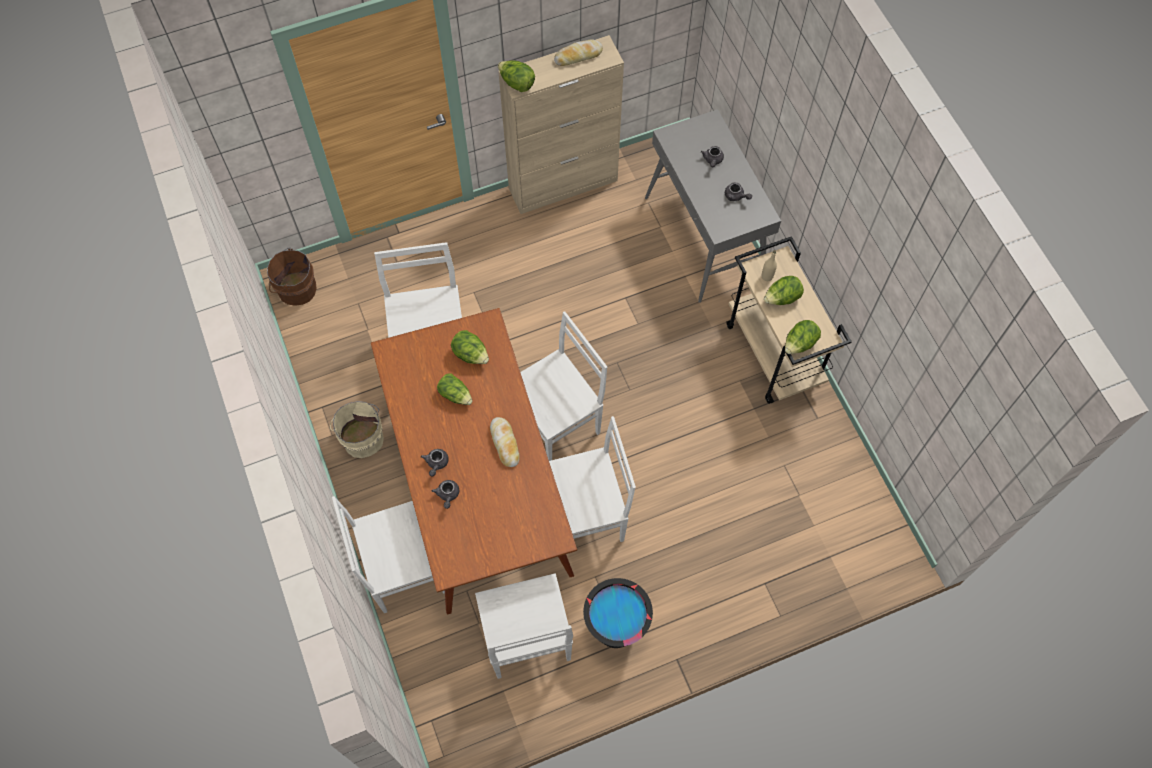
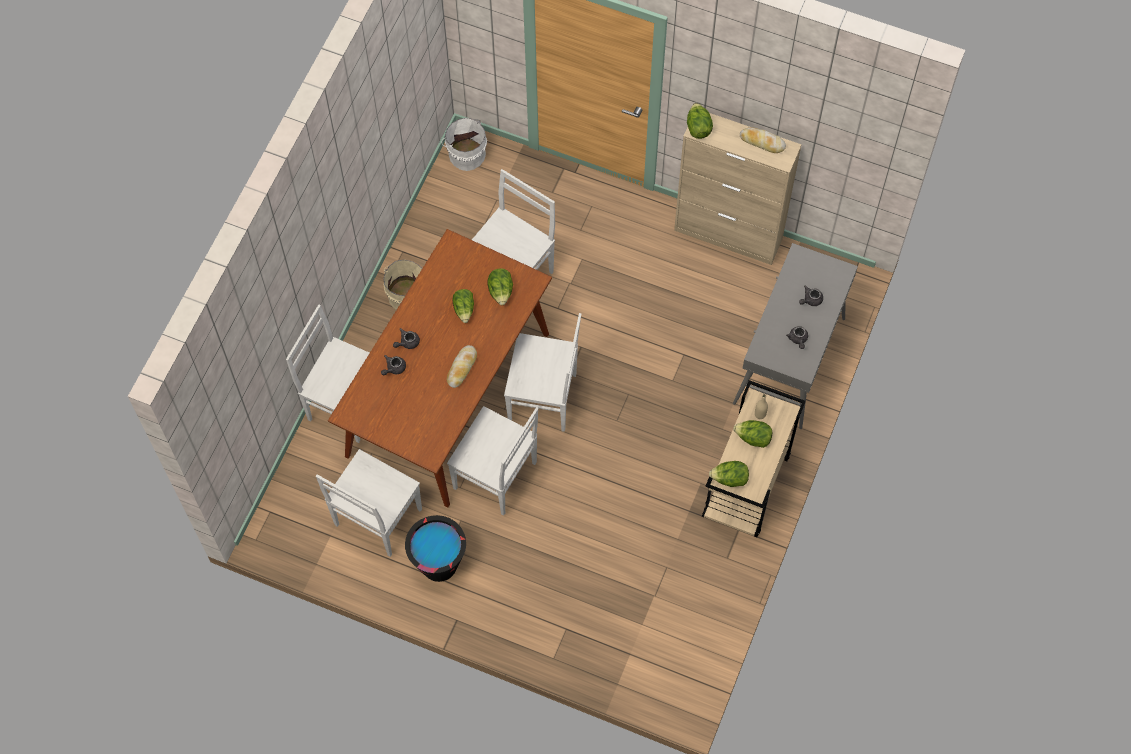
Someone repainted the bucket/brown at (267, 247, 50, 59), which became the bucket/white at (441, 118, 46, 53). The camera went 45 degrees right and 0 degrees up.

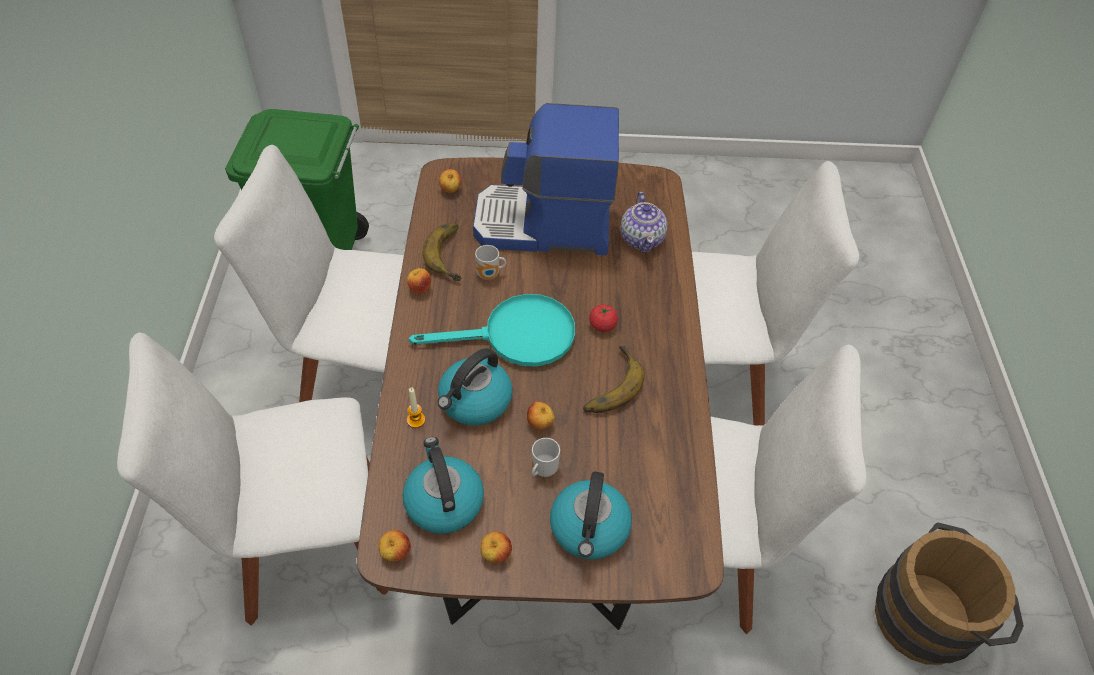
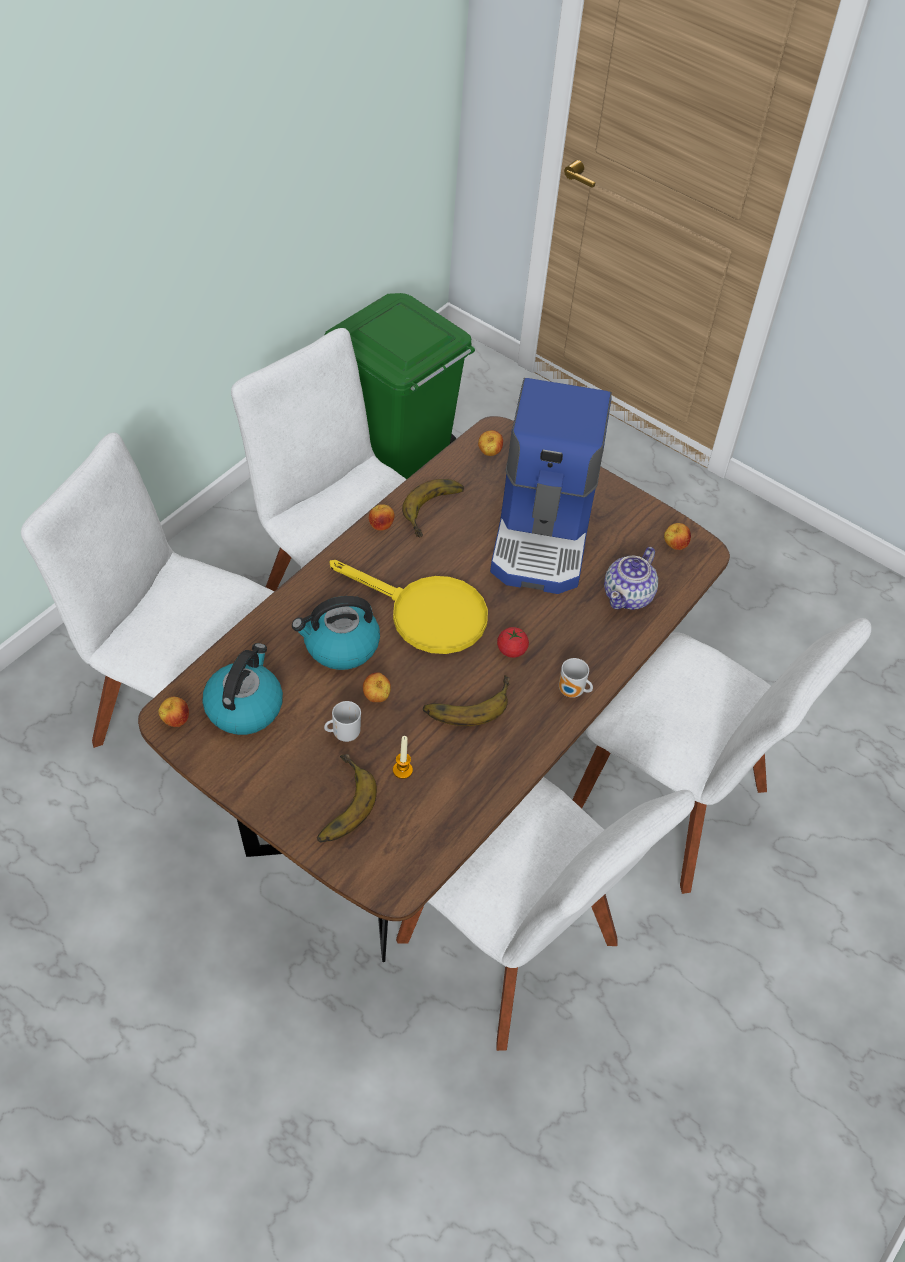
Someone took away the bucket/brown at (875, 522, 149, 143). Someone carried the candle from (407, 388, 18, 40) to (393, 736, 20, 43). Someone carried the mug from (475, 245, 31, 35) to (559, 658, 34, 40). Someone carried the apple from (480, 531, 32, 32) to (664, 523, 27, 27). Someone swapped the kettle at (550, 471, 82, 88) for the banana at (317, 754, 60, 89). Someone repainted the frying pan/turquoise at (409, 294, 166, 73), which became the frying pan/yellow at (330, 560, 158, 94). Someone rotated the coffee machine at (473, 103, 146, 152) by 120 degrees counterclockwise. The camera went 35 degrees right and 0 degrees up.

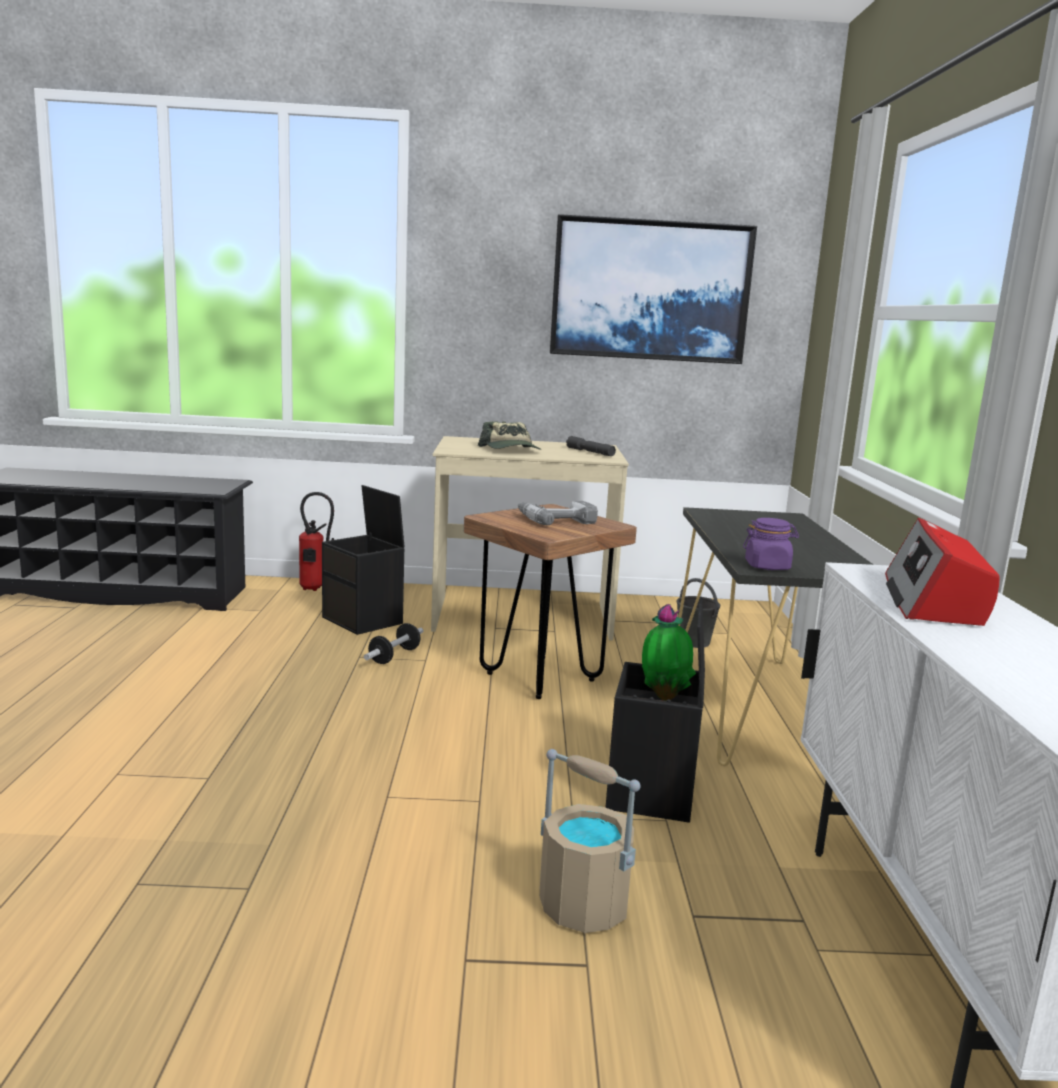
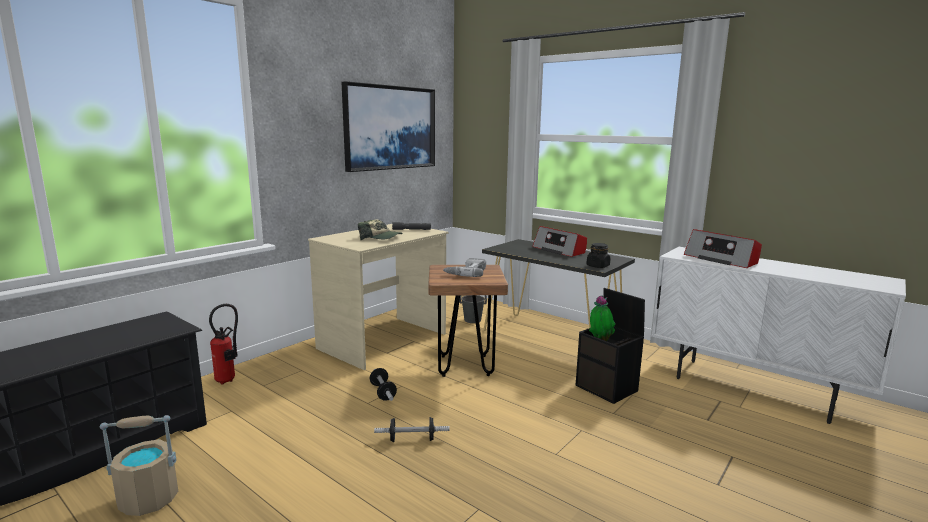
Someone took away the storage box/black at (322, 485, 83, 150). Someone put down the dumbbell at (374, 417, 76, 25). Someone put down the radio at (533, 226, 54, 31). Someone carried the bucket/beige from (539, 749, 102, 184) to (100, 415, 78, 101). Someone repainted the jar/purple at (743, 518, 56, 52), which became the jar/black at (586, 243, 24, 25). The camera went 50 degrees left and 0 degrees up.

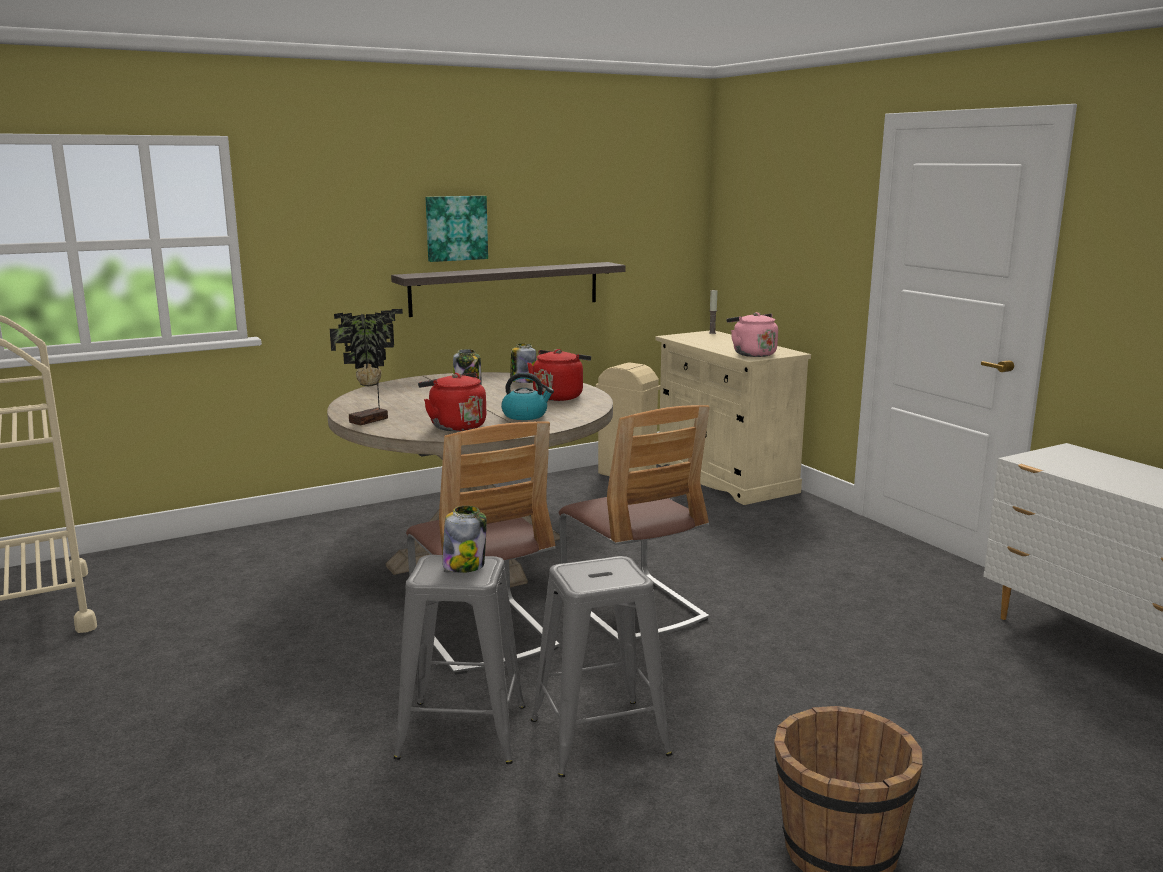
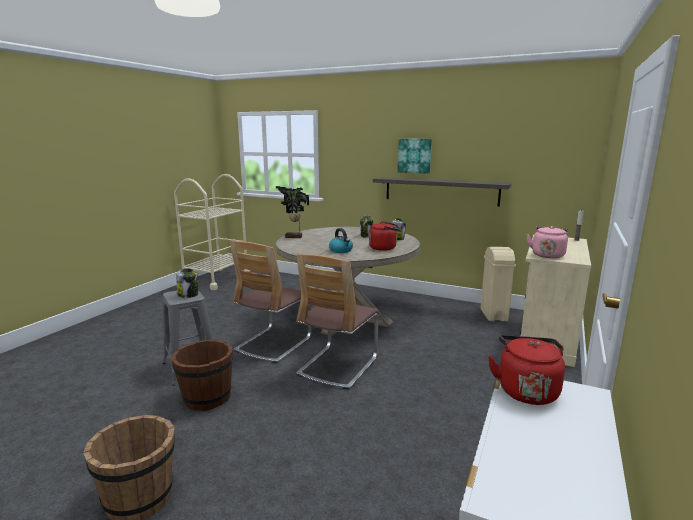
Someone carried the kettle/red from (418, 373, 68, 58) to (488, 335, 77, 70). Someone swapped the stool/grey at (531, 556, 141, 221) for the bucket/brown at (171, 340, 62, 71). The camera went 55 degrees right and 0 degrees up.

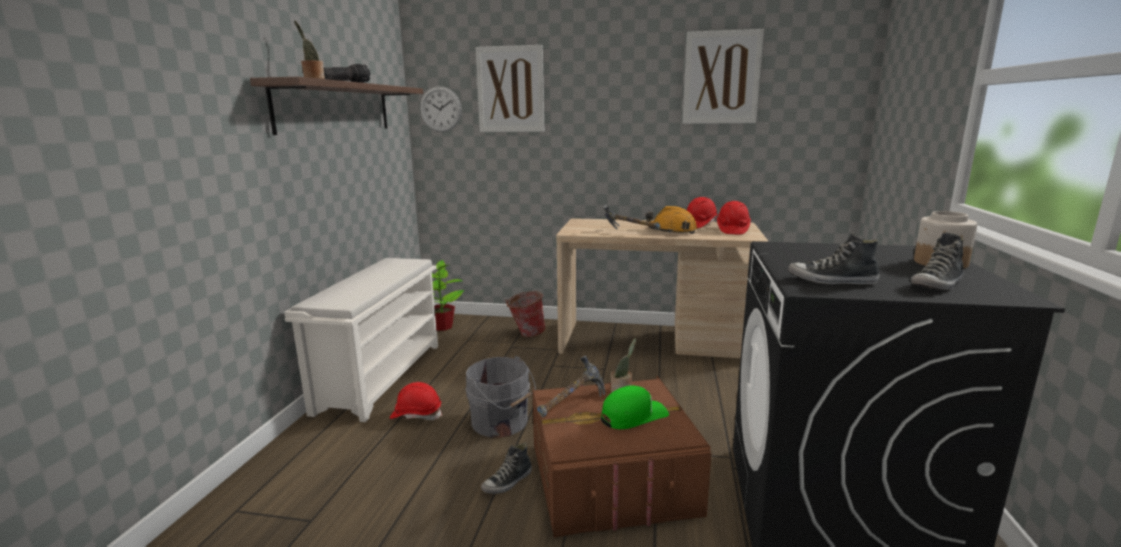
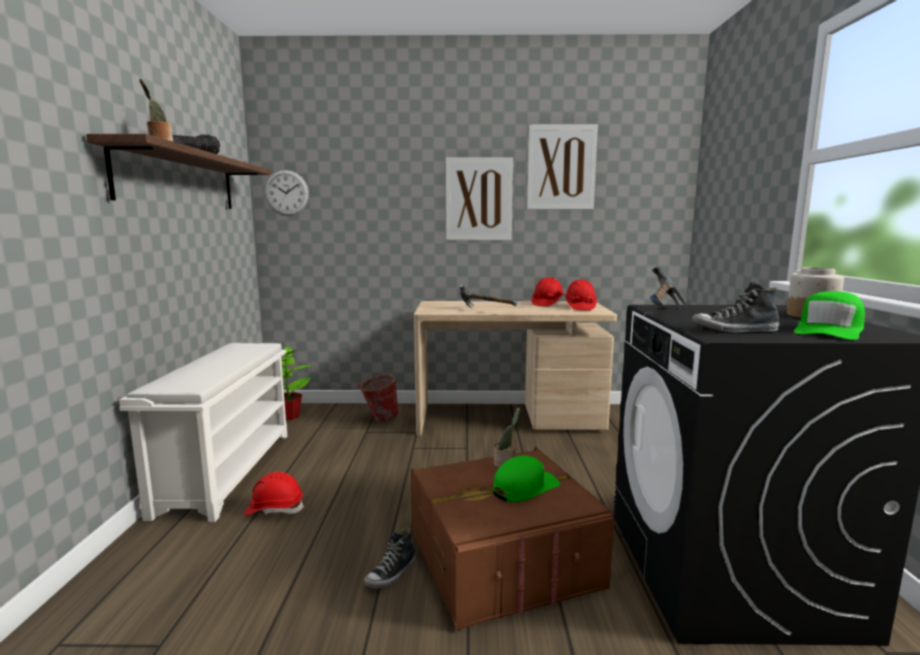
Someone took away the bucket/grey at (465, 356, 71, 82). Someone took away the hard hat/orange at (646, 206, 51, 28). Someone carried the picture from (475, 45, 69, 87) to (446, 157, 67, 83). Someone carried the hammer from (537, 355, 68, 62) to (650, 265, 37, 44). Someone swapped the shoe at (911, 232, 53, 58) for the cap/green at (794, 291, 71, 49). The camera went 10 degrees left and 5 degrees down.

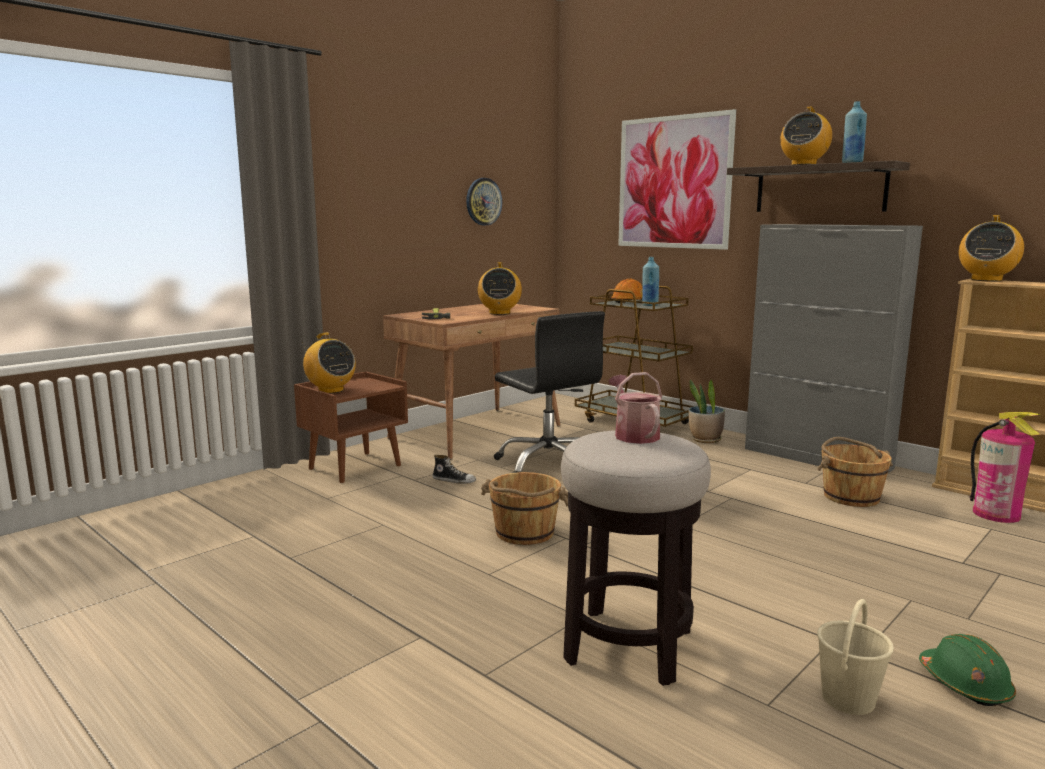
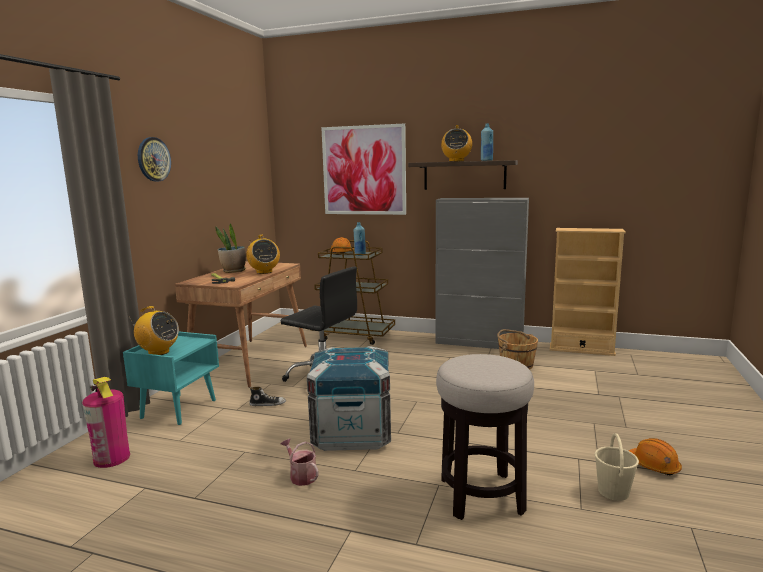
Someone took away the radio at (959, 215, 65, 67). Someone carried the wall clock from (466, 178, 36, 47) to (138, 137, 33, 45). Someone carried the watering can from (608, 372, 54, 72) to (280, 438, 39, 48). Someone carried the potted plant from (689, 379, 36, 64) to (215, 223, 31, 50). Someone carried the fire extinguisher from (969, 412, 72, 111) to (82, 377, 48, 91). Someone swapped the bucket/brown at (481, 472, 87, 73) for the crate at (307, 346, 84, 105). Someone repainted the nightstand/brown at (294, 372, 114, 111), which became the nightstand/turquoise at (123, 332, 96, 93). Someone repainted the hard hat/green at (919, 634, 97, 72), which became the hard hat/orange at (629, 438, 53, 37). The camera went 25 degrees left and 0 degrees up.

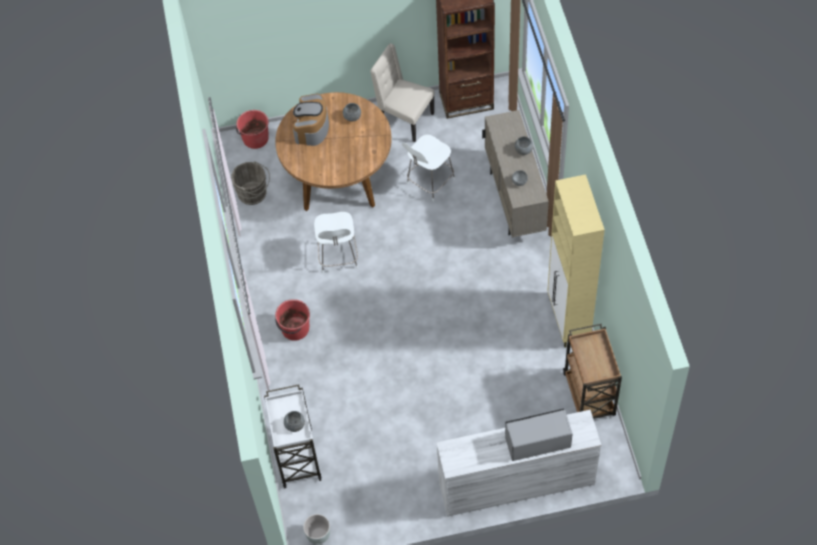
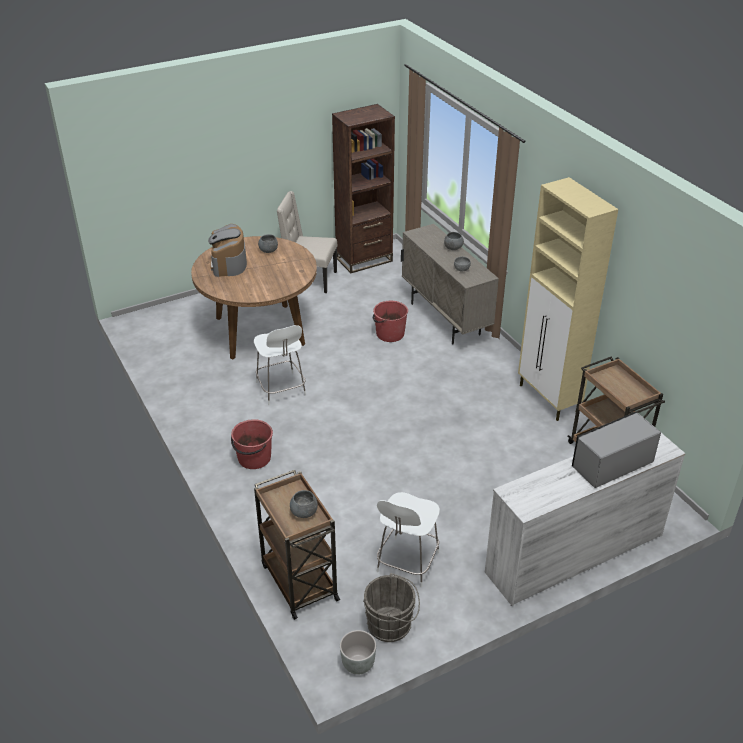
Someone carried the bucket/grey from (231, 161, 39, 44) to (363, 573, 57, 69). Someone carried the bucket/red from (236, 110, 33, 39) to (373, 301, 35, 41). Someone carried the chair/white from (402, 135, 53, 66) to (376, 492, 64, 95). Someone repainted the cart/white at (264, 384, 58, 105), which became the cart/brown at (254, 470, 86, 150). The camera went 20 degrees left and 20 degrees down.

